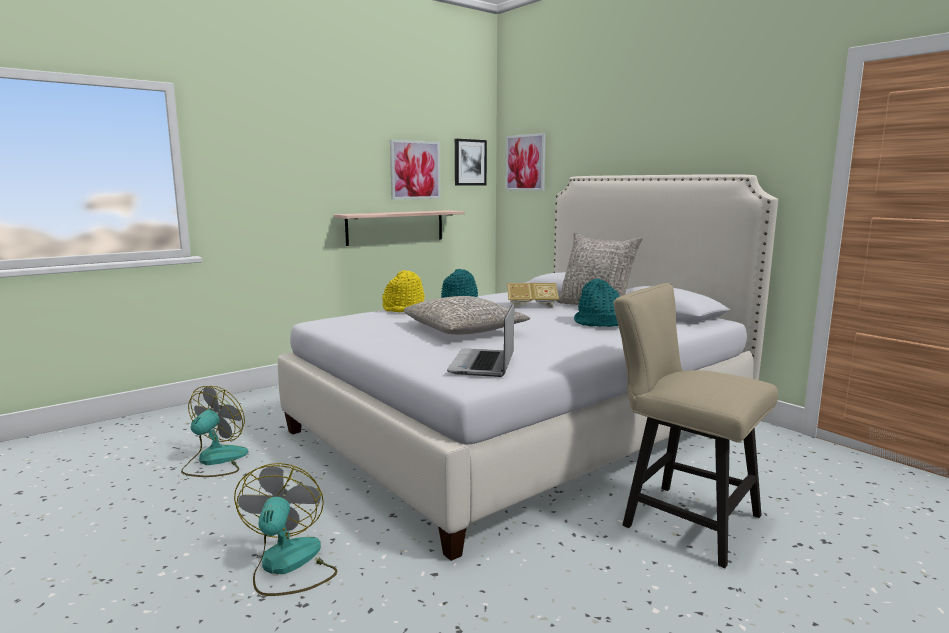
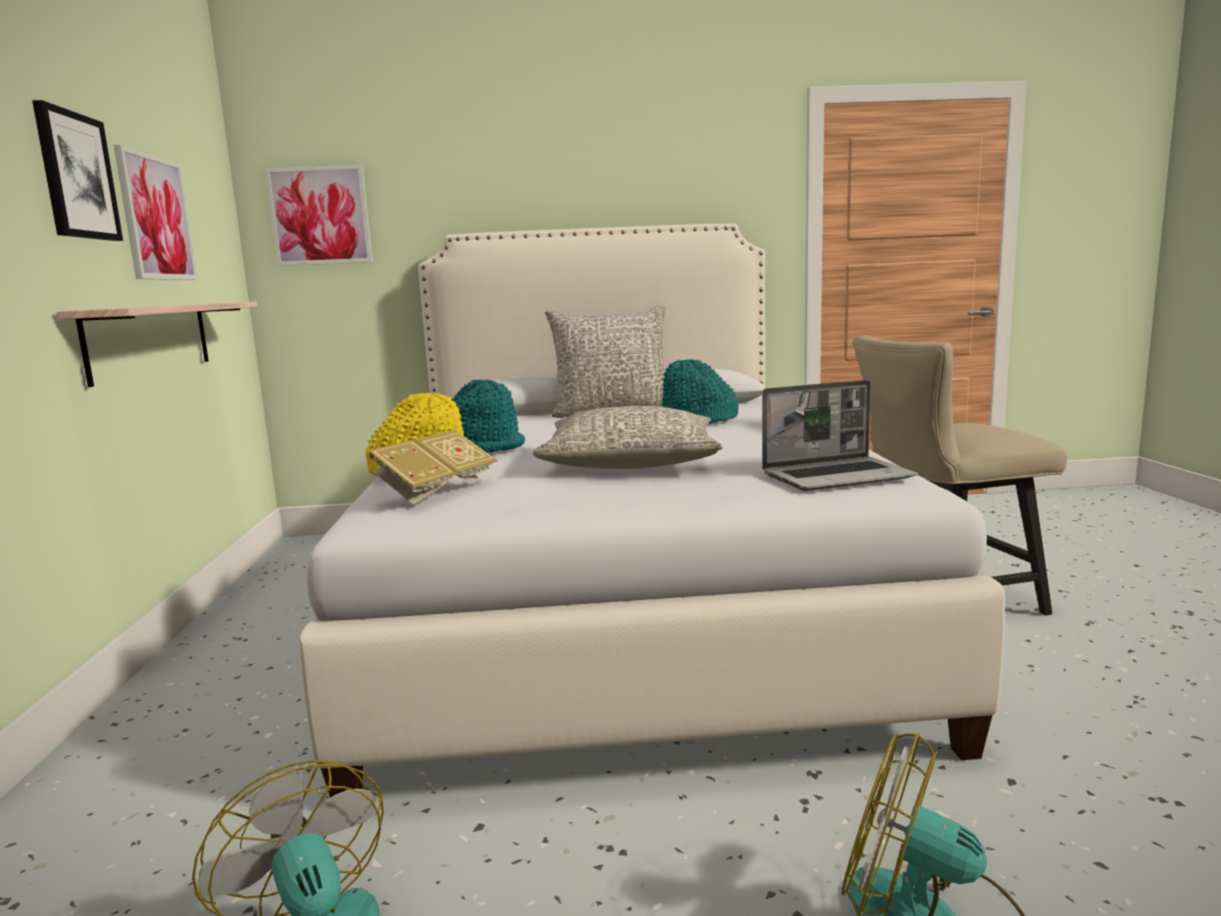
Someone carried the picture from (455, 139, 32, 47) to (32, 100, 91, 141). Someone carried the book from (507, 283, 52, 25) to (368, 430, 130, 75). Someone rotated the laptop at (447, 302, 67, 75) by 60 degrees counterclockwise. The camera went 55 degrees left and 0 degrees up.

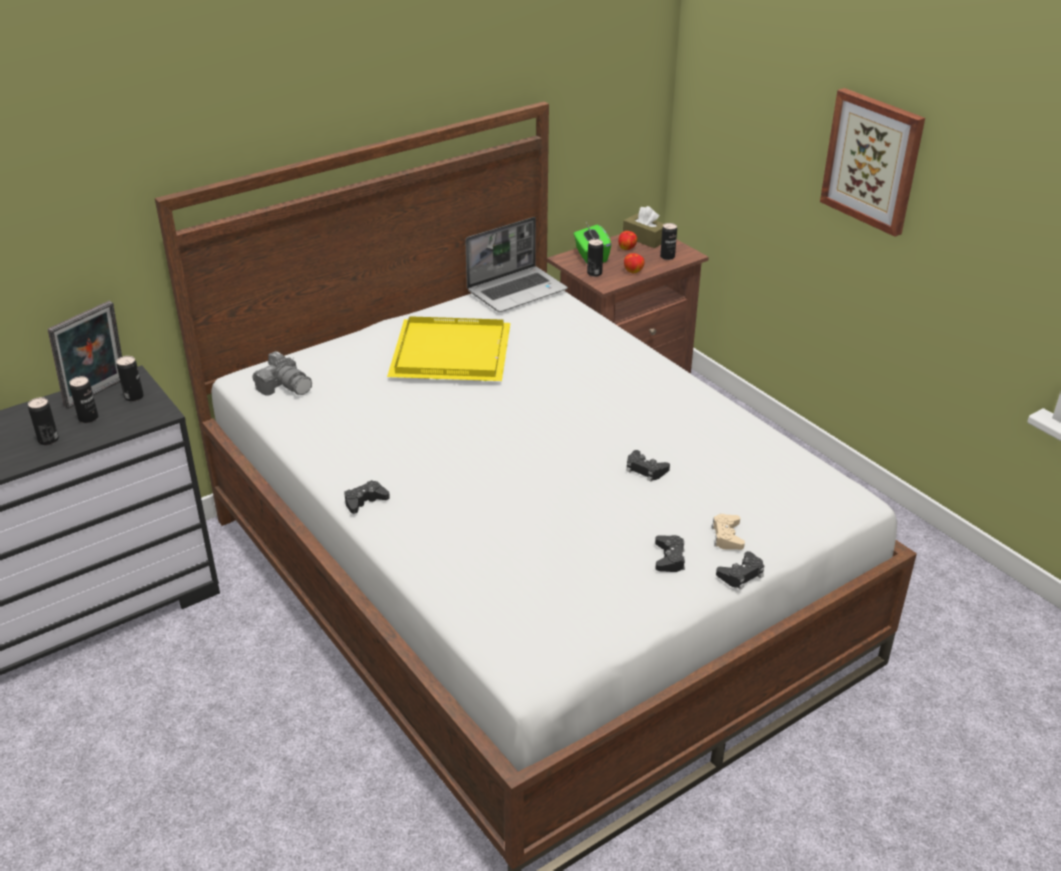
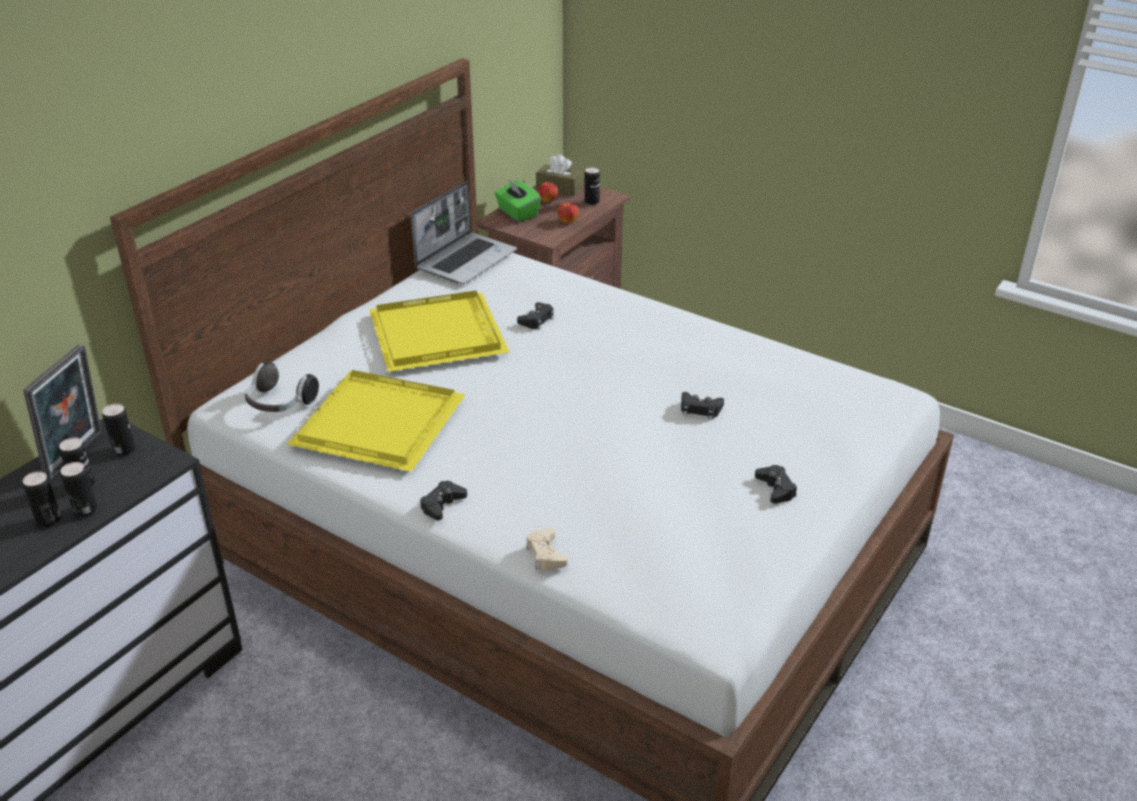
Someone took away the picture at (820, 88, 105, 149). Someone put down the tray/yellow at (286, 370, 180, 102). Someone carried the can from (587, 239, 16, 38) to (60, 462, 37, 55). Someone carried the game controller/beige from (711, 514, 34, 36) to (526, 528, 42, 42). Someone carried the game controller/black from (716, 551, 48, 39) to (517, 302, 37, 28). Someone swapped the photo camera at (252, 351, 60, 44) for the headphones at (244, 362, 75, 50). The camera went 20 degrees left and 0 degrees up.

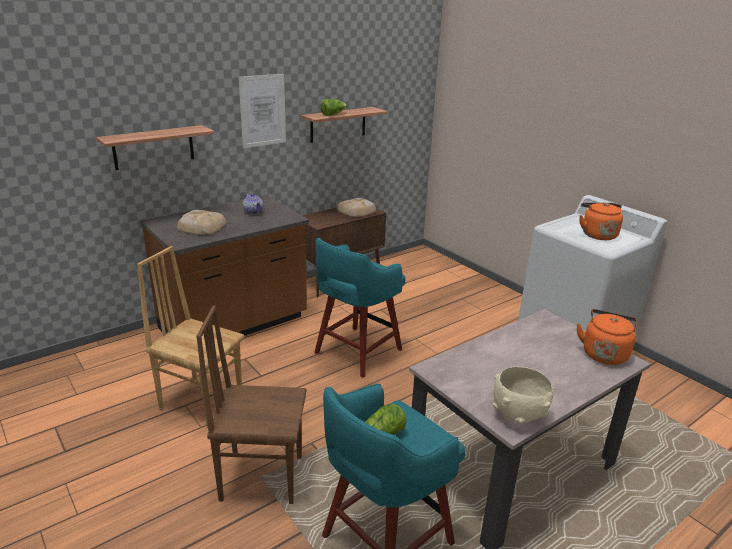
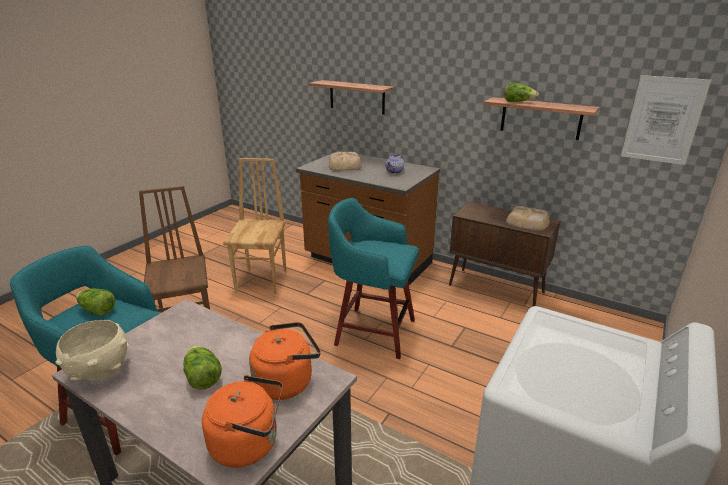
Someone put down the lettuce at (183, 346, 39, 44). Someone carried the picture from (238, 74, 48, 74) to (621, 75, 90, 90). Someone carried the kettle/orange from (579, 203, 44, 37) to (249, 322, 72, 78). The camera went 70 degrees right and 0 degrees up.

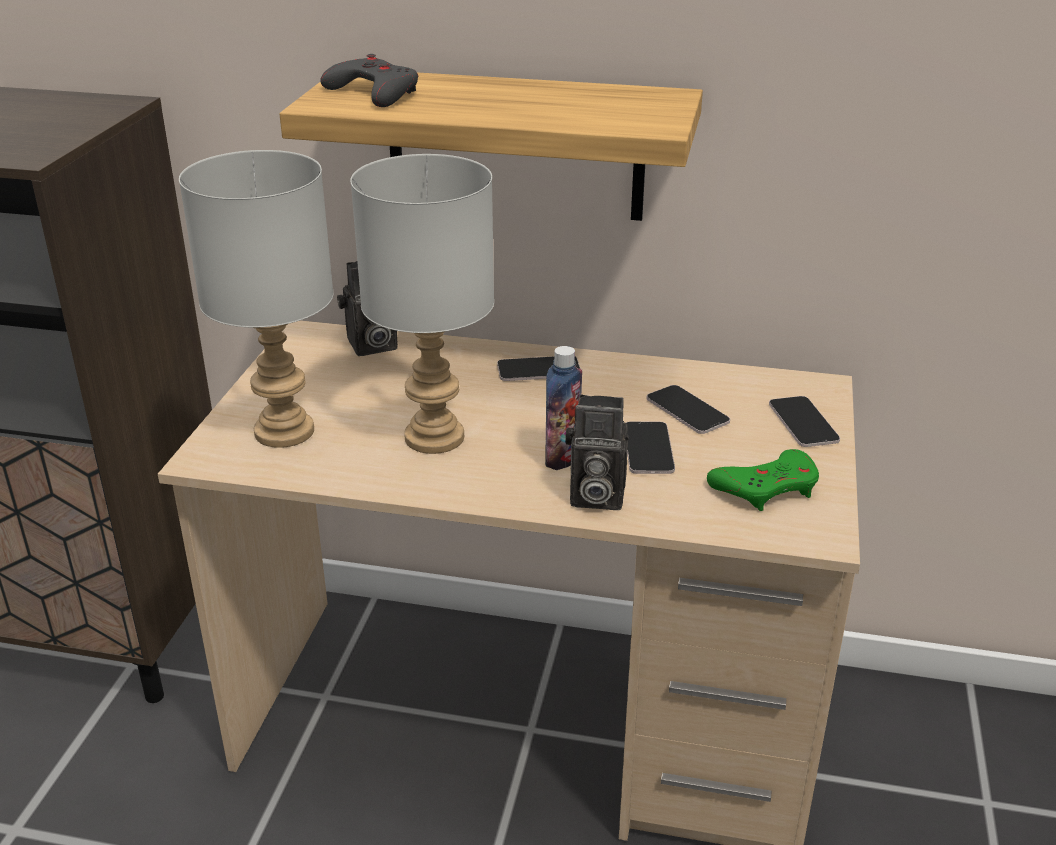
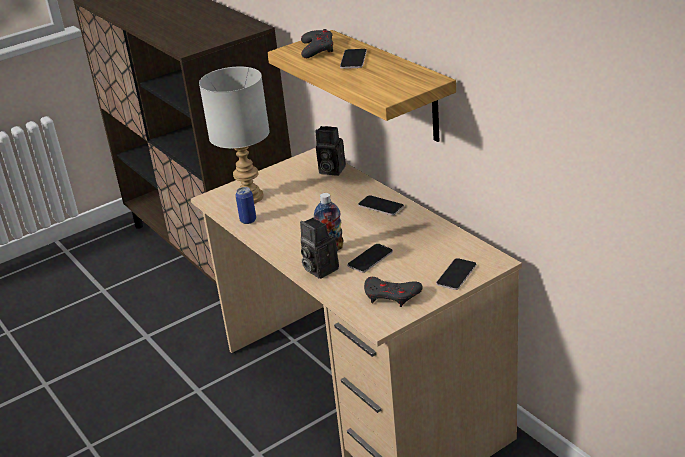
Someone took away the table lamp/grey at (350, 154, 144, 300). Someone put down the can at (235, 187, 21, 37). Someone carried the phone from (646, 385, 84, 49) to (340, 49, 27, 20). Someone repainted the game controller/green at (707, 449, 112, 62), which became the game controller/grey at (364, 277, 59, 30). The camera went 45 degrees right and 0 degrees up.

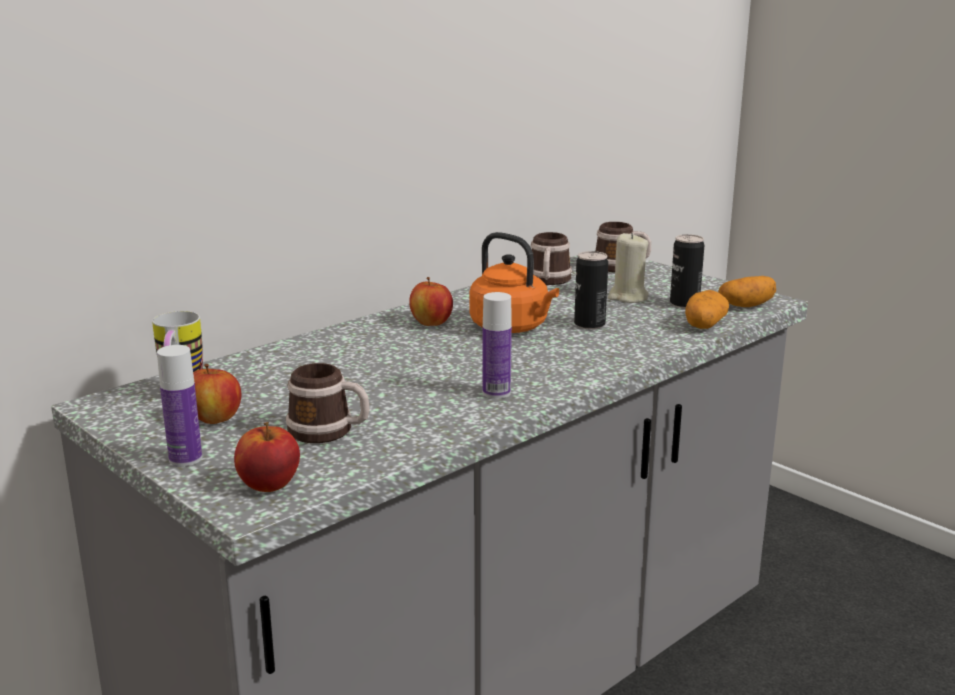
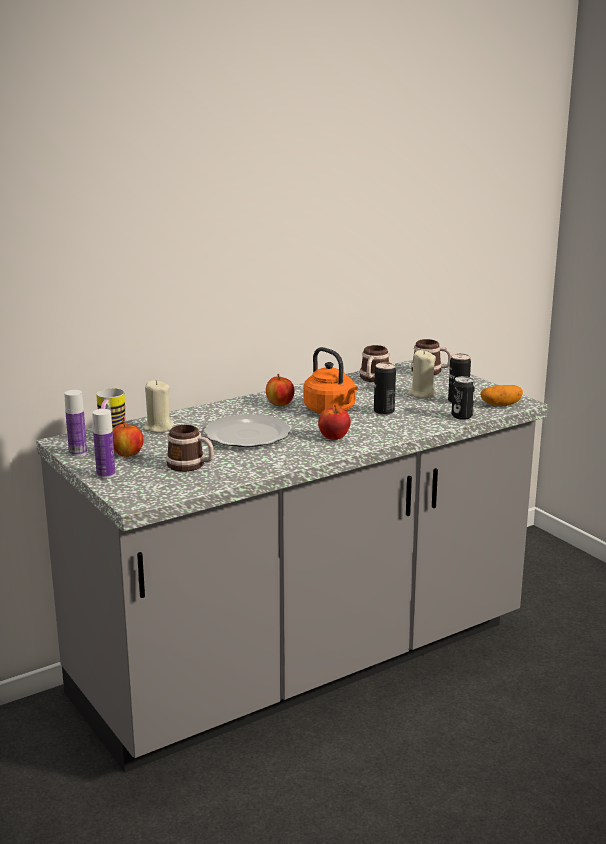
Someone put down the candle/beige at (142, 380, 32, 53). Someone put down the plate at (204, 414, 87, 33). Someone carried the apple from (234, 422, 66, 70) to (318, 405, 33, 35). Someone carried the bottle from (483, 292, 29, 107) to (64, 390, 23, 66). Someone swapped the potato at (685, 290, 44, 39) for the can at (451, 376, 24, 44). The camera went 10 degrees right and 0 degrees up.

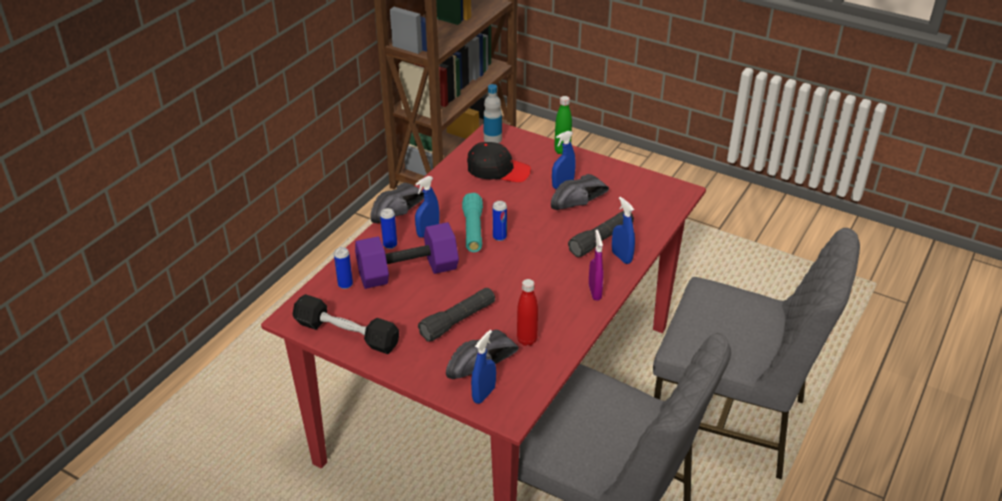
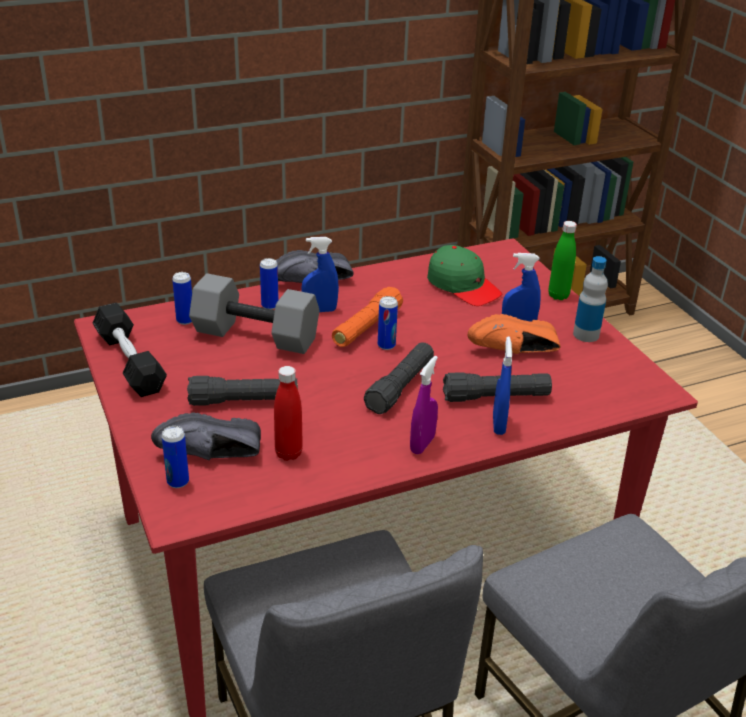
Someone put down the flashlight/black at (364, 342, 70, 72). Someone carried the bottle from (483, 84, 19, 59) to (573, 256, 35, 86). Someone swapped the spray bottle/blue at (471, 330, 25, 74) for the can at (162, 426, 27, 62). Someone repainted the dumbbell/purple at (355, 222, 104, 67), which became the dumbbell/grey at (189, 273, 130, 81). Someone repainted the flashlight/turquoise at (462, 193, 21, 59), which became the flashlight/orange at (332, 287, 71, 60). Someone repainted the cap/black at (467, 142, 64, 40), which became the cap/green at (427, 245, 75, 61). Someone repainted the shoe/black at (551, 174, 58, 36), which became the shoe/orange at (468, 314, 92, 40). The camera went 35 degrees right and 5 degrees down.

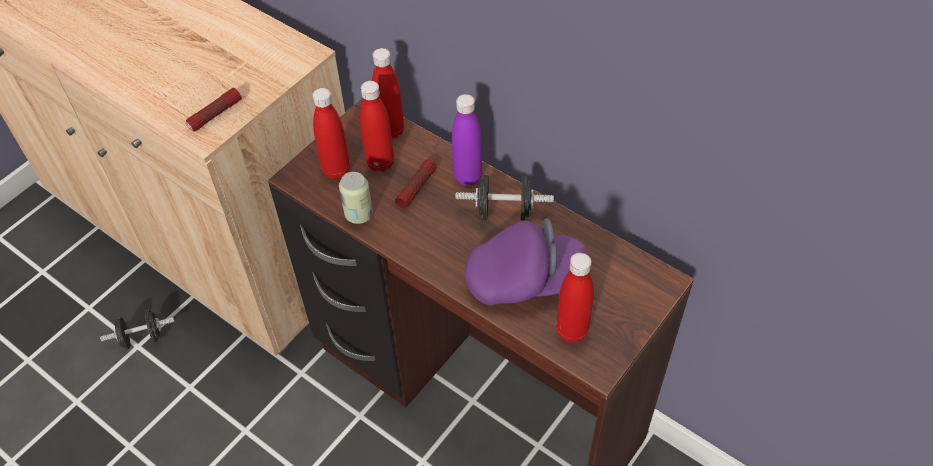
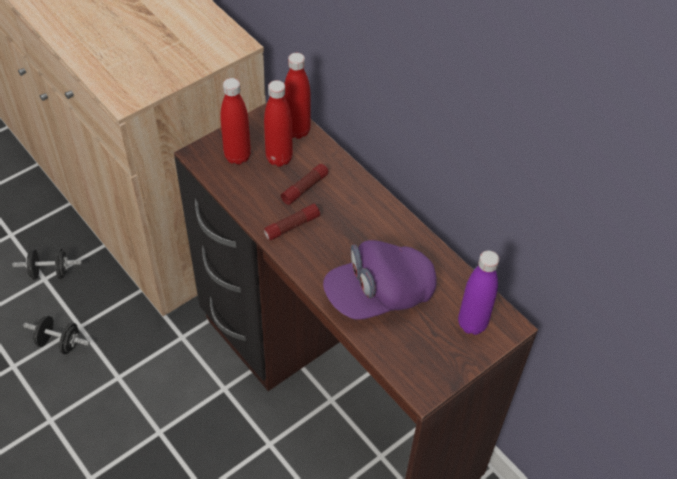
Someone took away the can at (339, 172, 34, 52). Someone took away the bottle/red at (556, 253, 38, 89). Someone carried the flashlight from (186, 88, 56, 43) to (264, 203, 56, 37). Someone carried the bottle/purple from (452, 94, 30, 92) to (458, 251, 41, 84). Someone carried the dumbbell/black from (456, 175, 98, 46) to (24, 315, 66, 39). Someone rotated the cap/purple at (464, 218, 125, 88) by 150 degrees clockwise. The camera went 10 degrees right and 0 degrees up.

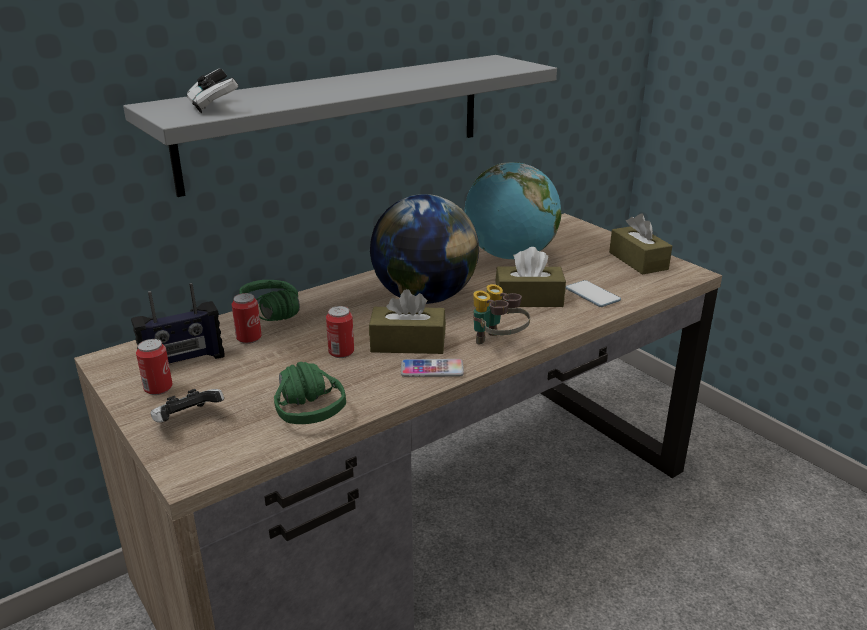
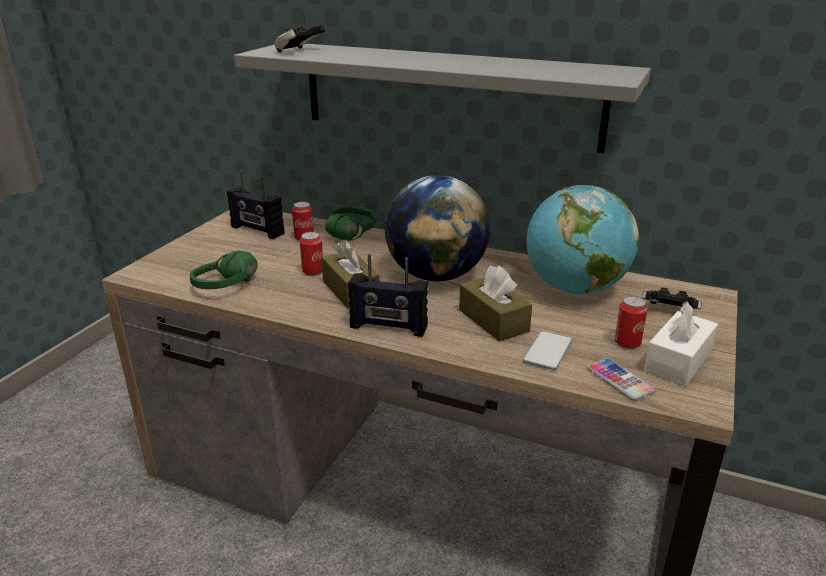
Someone carried the can from (136, 339, 36, 56) to (615, 296, 33, 53). Someone carried the game controller from (150, 389, 74, 34) to (642, 288, 61, 21). Someone carried the phone from (401, 359, 63, 18) to (587, 358, 69, 43). Someone swapped the binoculars at (473, 284, 57, 61) for the radio at (348, 254, 80, 83). Someone repainted the tissue box/brown at (609, 213, 63, 62), which became the tissue box/white at (644, 301, 74, 85). The camera went 60 degrees right and 0 degrees up.

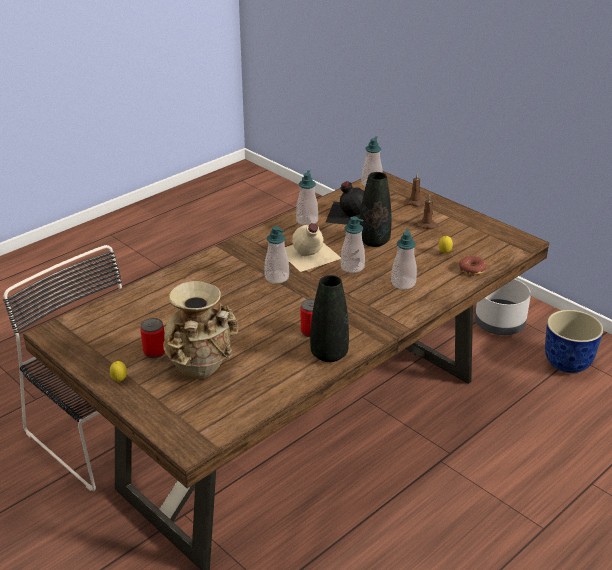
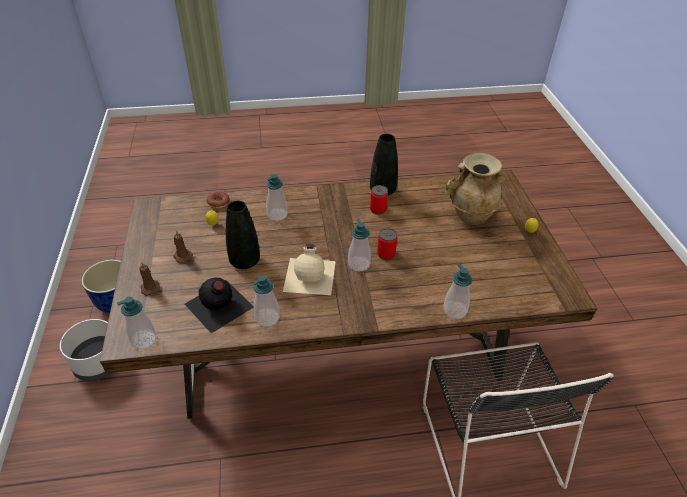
Someone carried the can from (140, 318, 25, 40) to (377, 228, 20, 32). Someone carried the soap dispenser from (341, 216, 24, 57) to (443, 264, 29, 55). The camera went 145 degrees left and 10 degrees up.

